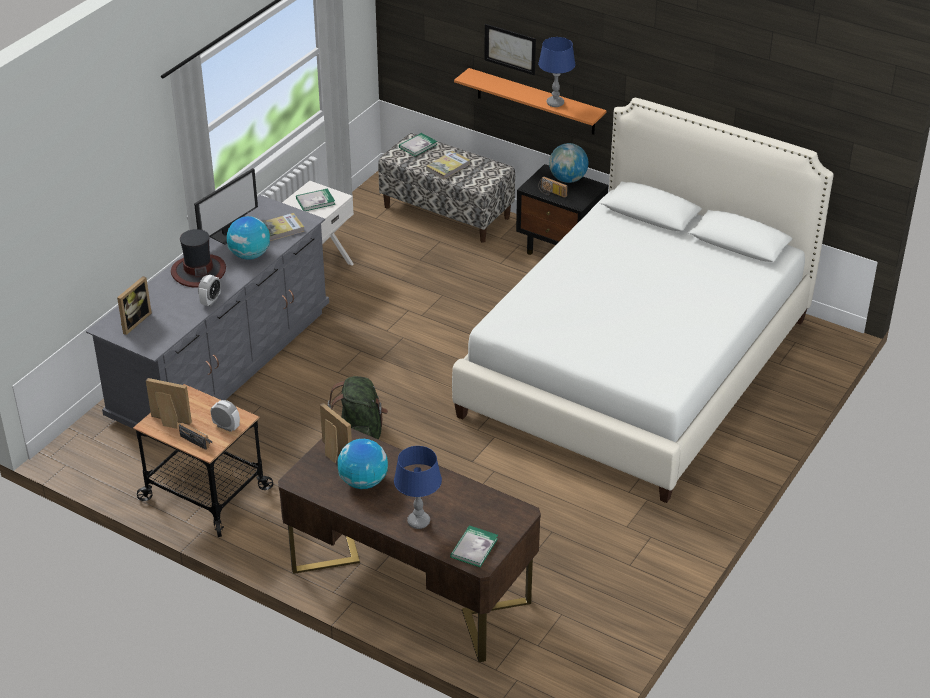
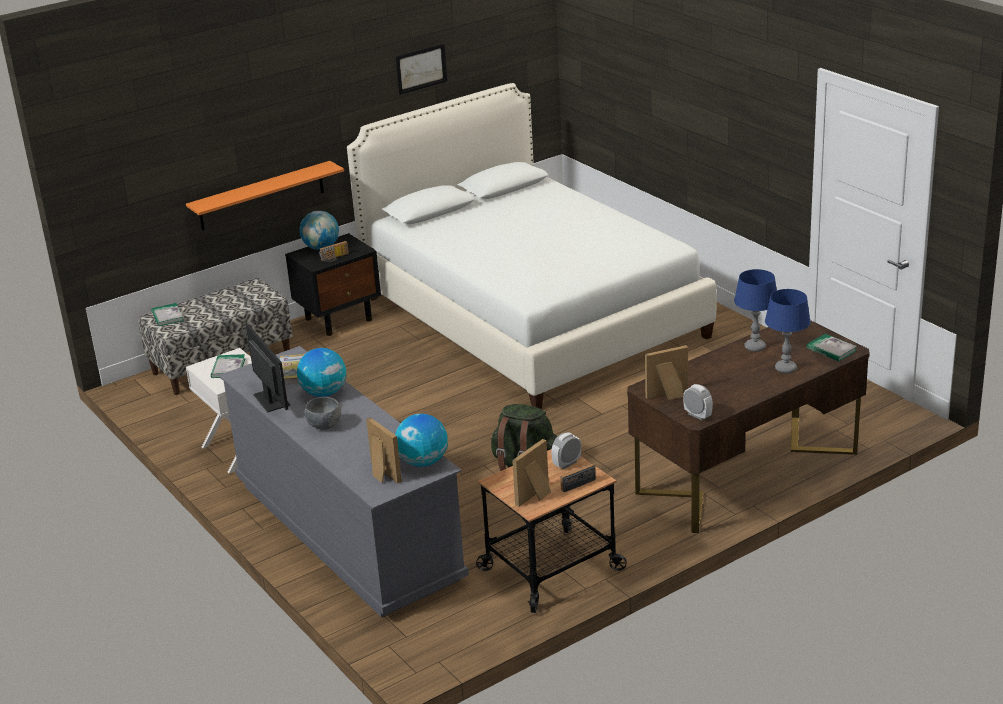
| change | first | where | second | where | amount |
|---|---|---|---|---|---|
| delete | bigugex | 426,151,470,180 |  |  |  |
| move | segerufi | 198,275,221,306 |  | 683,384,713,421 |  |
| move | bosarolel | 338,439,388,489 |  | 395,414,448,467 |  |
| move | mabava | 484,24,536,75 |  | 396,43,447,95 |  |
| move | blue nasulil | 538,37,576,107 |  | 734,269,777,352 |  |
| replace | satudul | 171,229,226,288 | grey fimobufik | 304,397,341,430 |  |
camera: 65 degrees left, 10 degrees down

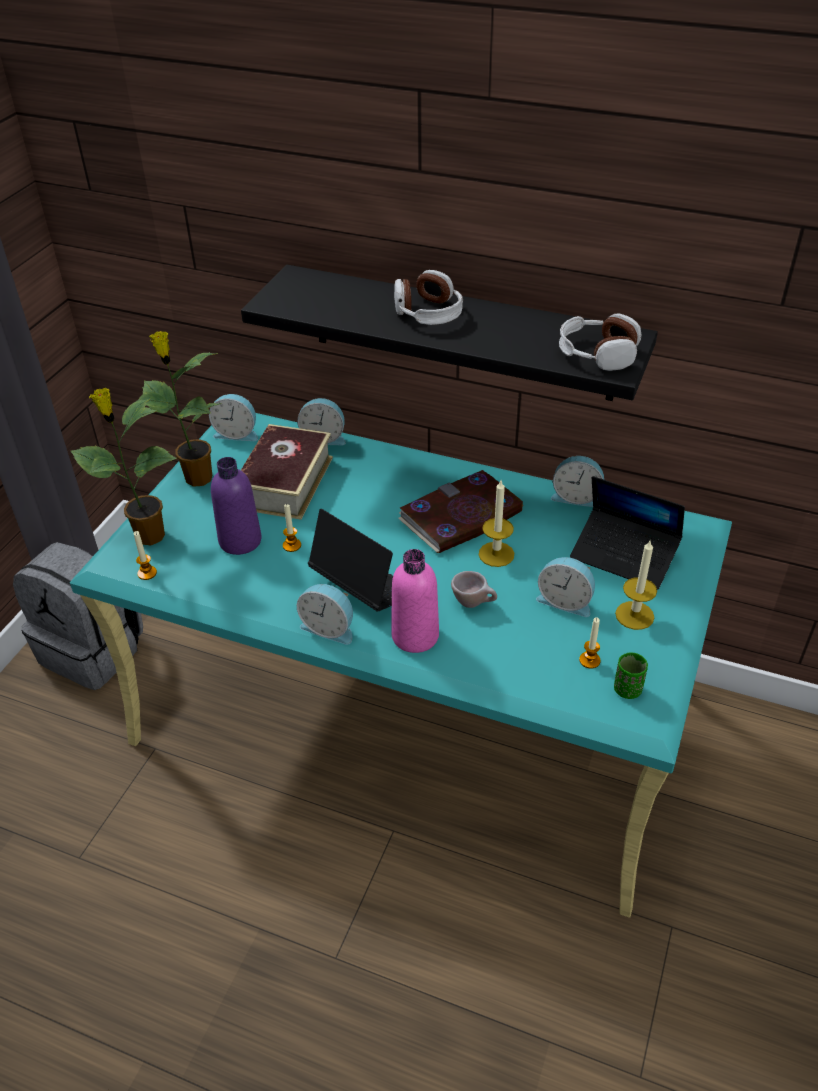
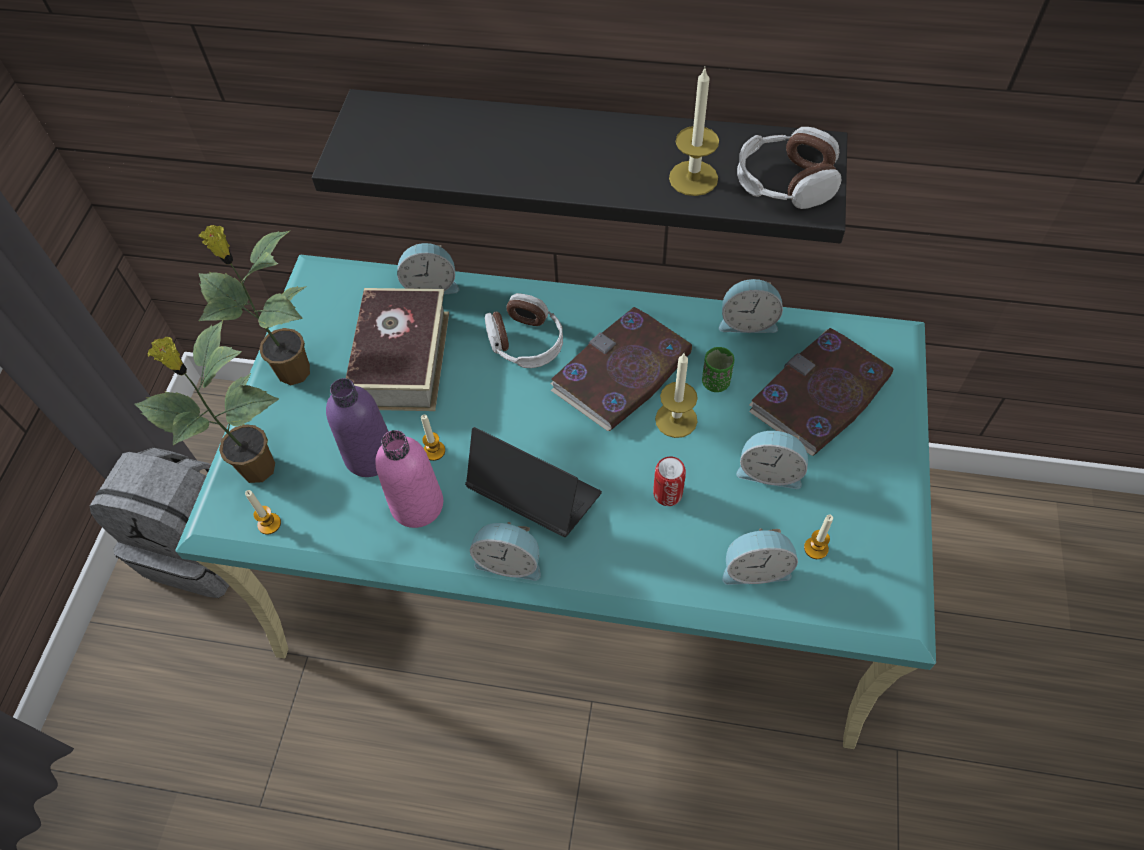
| change | first | where | second | where | amount |
|---|---|---|---|---|---|
| move | segerufi | 209,394,258,441 |  | 722,528,798,585 |  |
| move | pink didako | 391,549,439,653 |  | 375,430,443,528 |  |
| move | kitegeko | 394,270,463,325 |  | 485,293,563,368 |  |
| move | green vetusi | 614,652,648,699 |  | 702,347,734,392 |  |
| move | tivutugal | 615,541,657,630 |  | 669,68,719,196 |  |
| replace | beige vetusi | 451,571,497,608 | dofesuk | 653,457,686,506 |  |
| replace | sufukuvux | 570,476,685,590 | bigugex | 749,328,893,456 |  |
camera: 10 degrees left, 15 degrees up

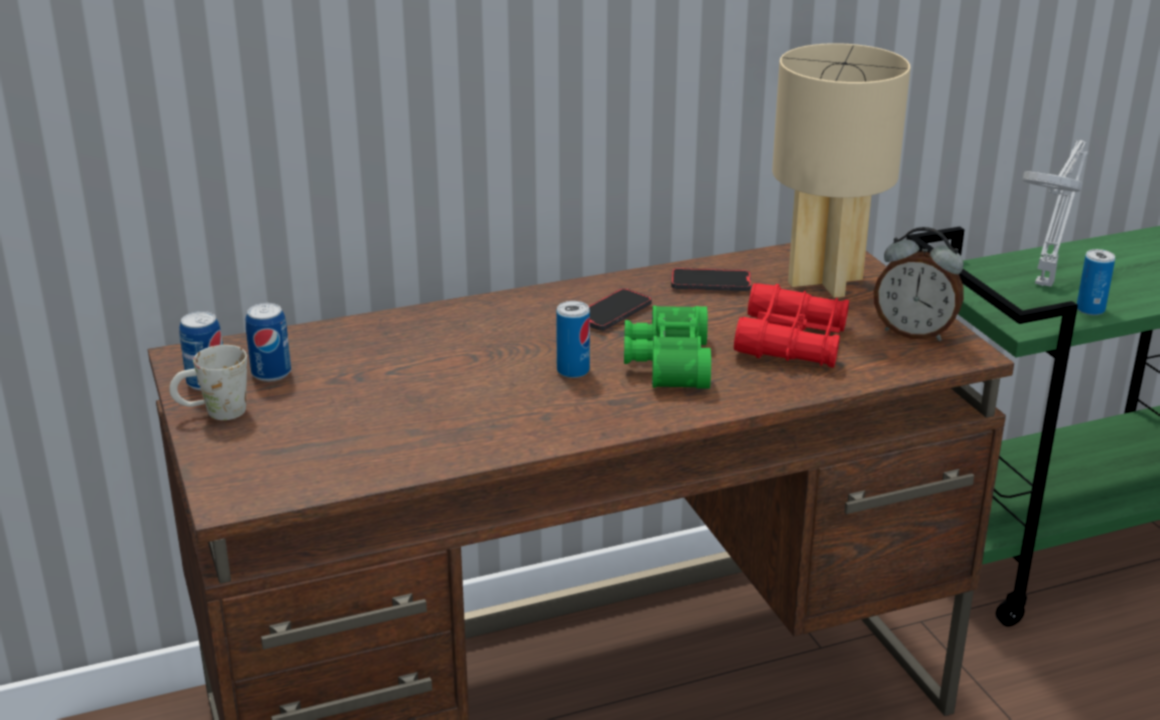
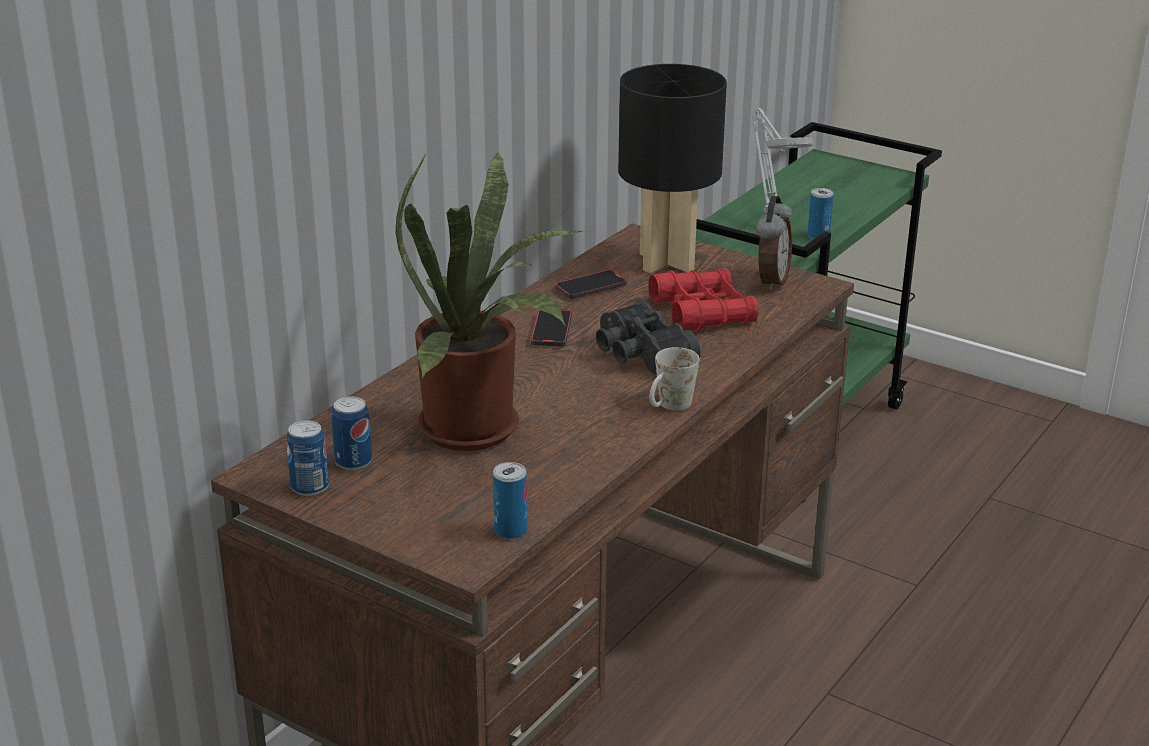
| change | first | where | second | where | amount |
|---|---|---|---|---|---|
| insert |  |  | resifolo | 396,153,585,451 |  |
| move | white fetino | 169,345,247,420 |  | 649,347,700,411 |  |
| move | dofesuk | 556,301,590,378 |  | 493,462,527,539 |  |
| recolor | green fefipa | 624,305,711,389 | black fefipa | 596,302,701,375 |  |
| recolor | beige nasulil | 772,43,911,298 | black nasulil | 618,64,727,273 |  |
| rotate | segerufi | 874,227,964,341 |  | 756,196,793,291 | 60 degrees counterclockwise |
camera: 35 degrees left, 0 degrees up

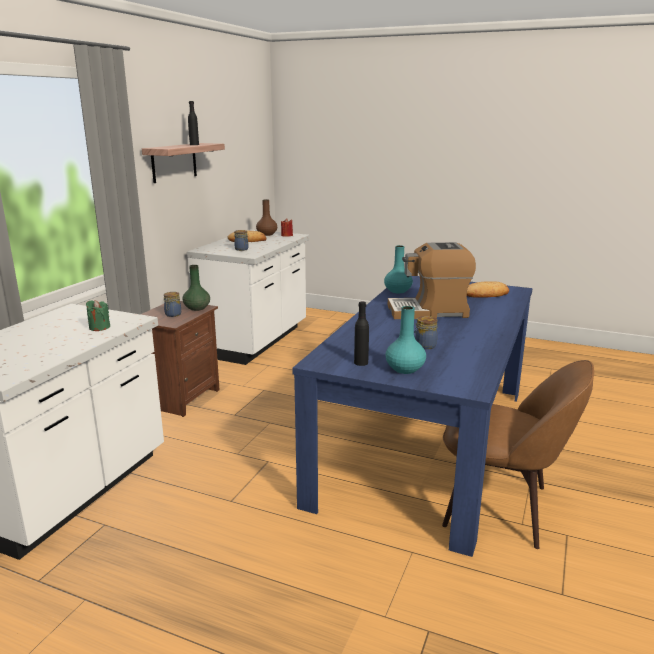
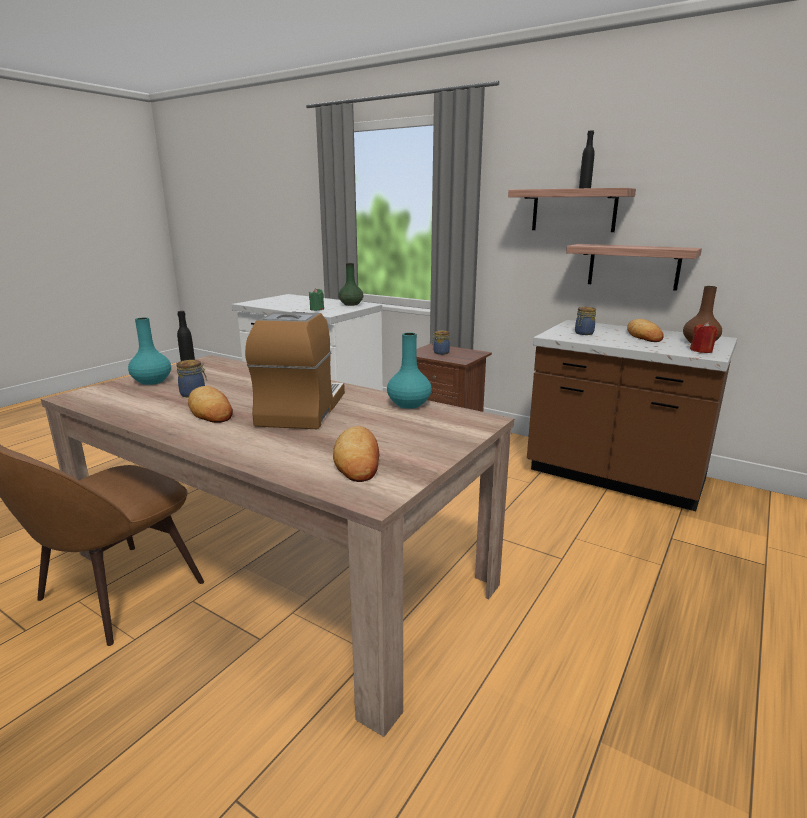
| change | first | where | second | where | amount |
|---|---|---|---|---|---|
| insert |  |  | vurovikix | 188,386,233,423 |  |
| insert |  |  | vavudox | 566,244,702,291 |  |
| move | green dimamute | 182,265,210,311 |  | 338,263,363,306 |  |
| recolor | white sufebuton | 187,230,310,365 | brown sufebuton | 527,320,737,511 |  |
| recolor | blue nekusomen | 292,276,533,557 | beige nekusomen | 41,355,514,737 |  |
camera: 100 degrees right, 0 degrees up

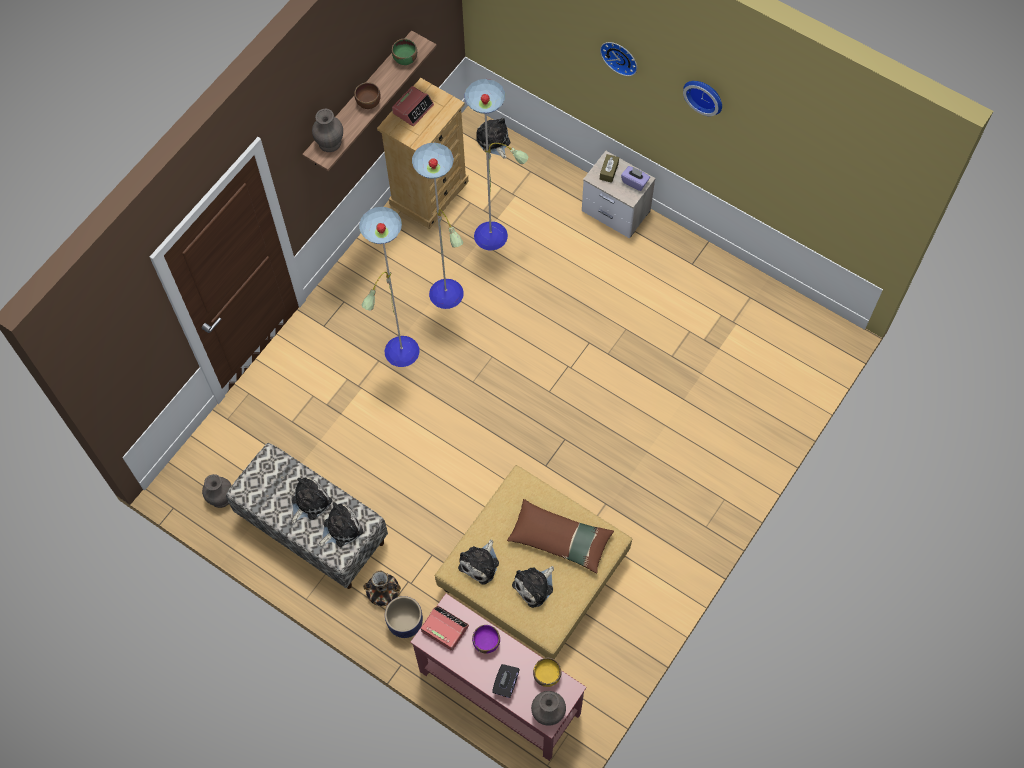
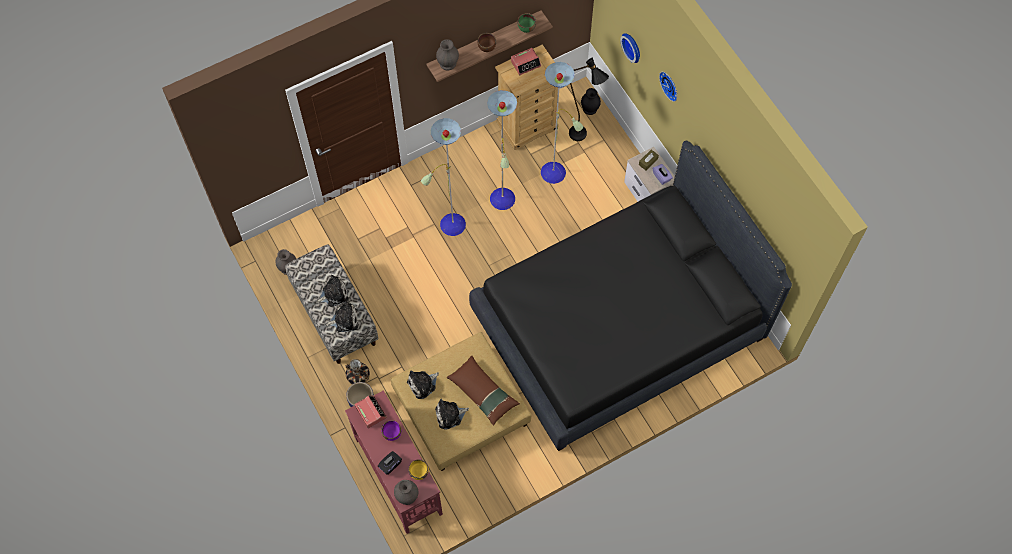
| change | first | where | second | where | amount |
|---|---|---|---|---|---|
| insert |  |  | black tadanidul | 469,141,792,451 |  |
| insert |  |  | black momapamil | 569,57,609,141 |  |
| move | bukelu | 683,81,722,116 |  | 620,33,640,63 |  |
| replace | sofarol | 476,118,510,159 | black dimamute | 581,88,601,115 |  |
camera: 25 degrees right, 0 degrees up

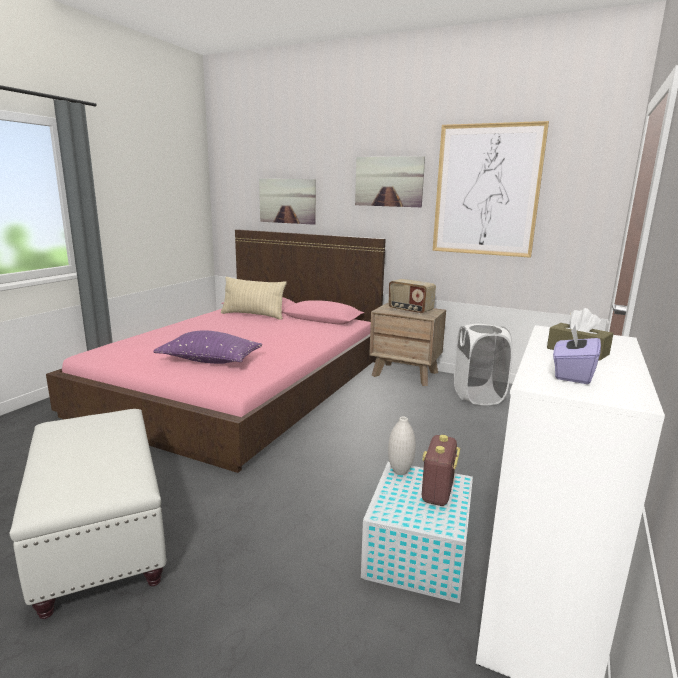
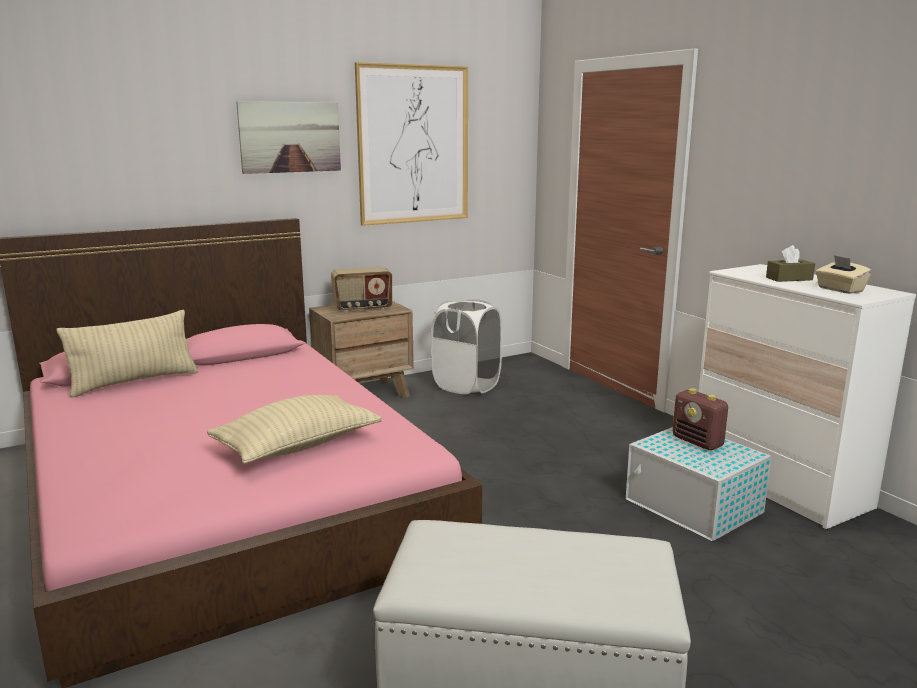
| change | first | where | second | where | amount |
|---|---|---|---|---|---|
| delete | mabava | 259,179,316,225 |  |  |  |
| delete | white dimamute | 388,417,416,475 |  |  |  |
| recolor | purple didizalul | 153,331,262,364 | beige didizalul | 207,395,382,464 |  |
| recolor | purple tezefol | 553,326,601,384 | beige tezefol | 816,255,872,294 |  |
camera: 55 degrees left, 0 degrees up

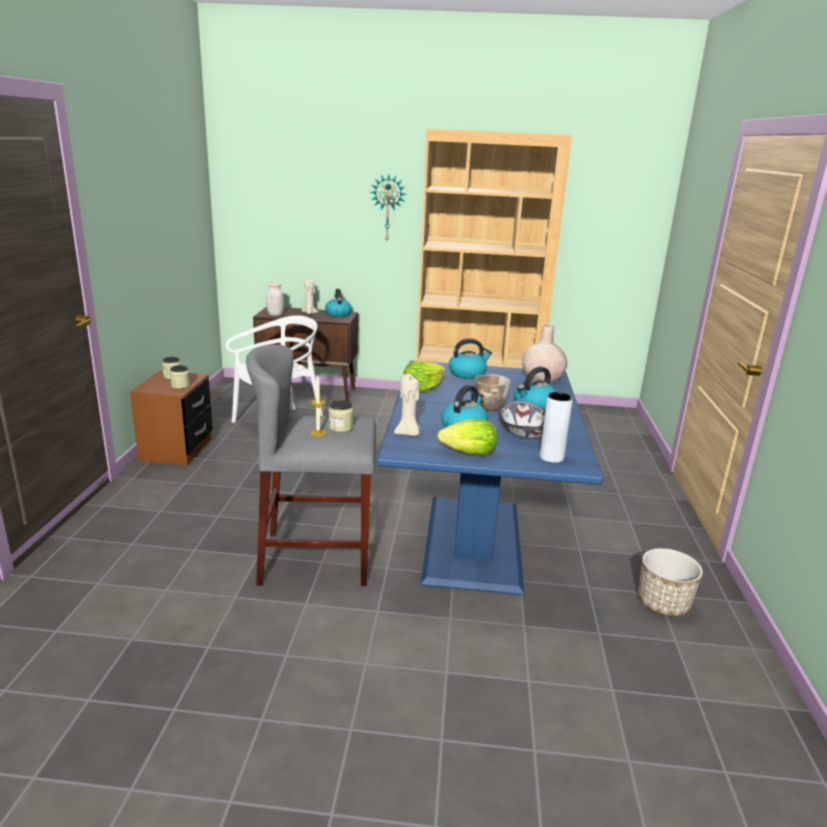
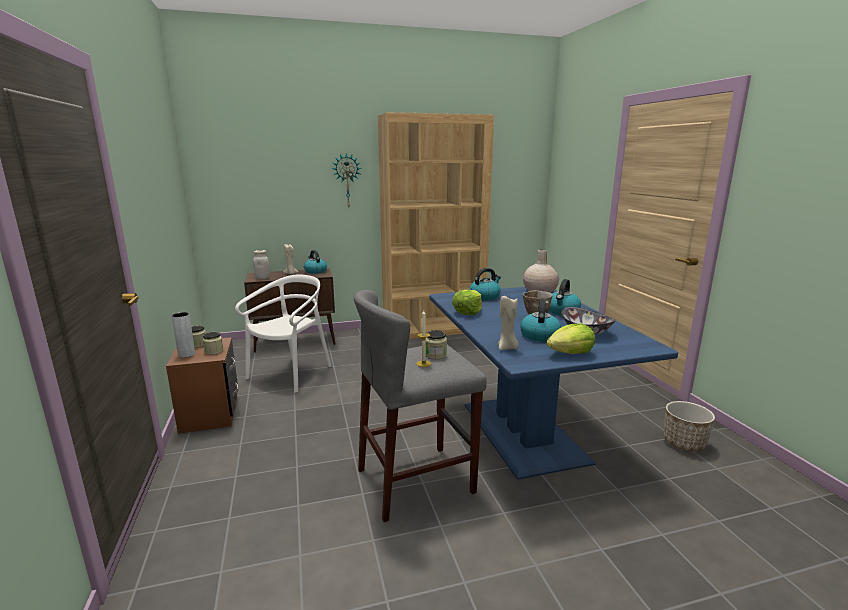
| change | first | where | second | where | amount |
|---|---|---|---|---|---|
| move | grey dimamute | 540,392,573,463 |  | 171,312,195,358 |  |
camera: 20 degrees left, 5 degrees down

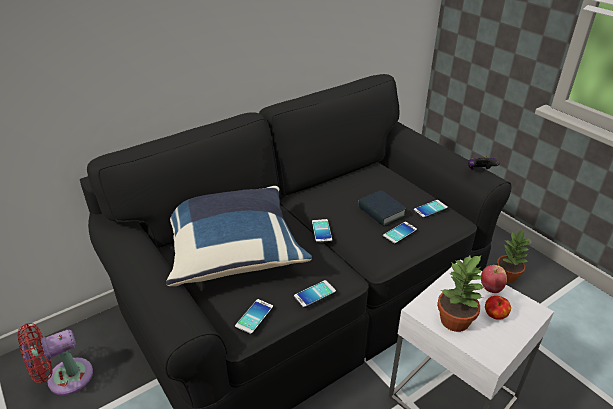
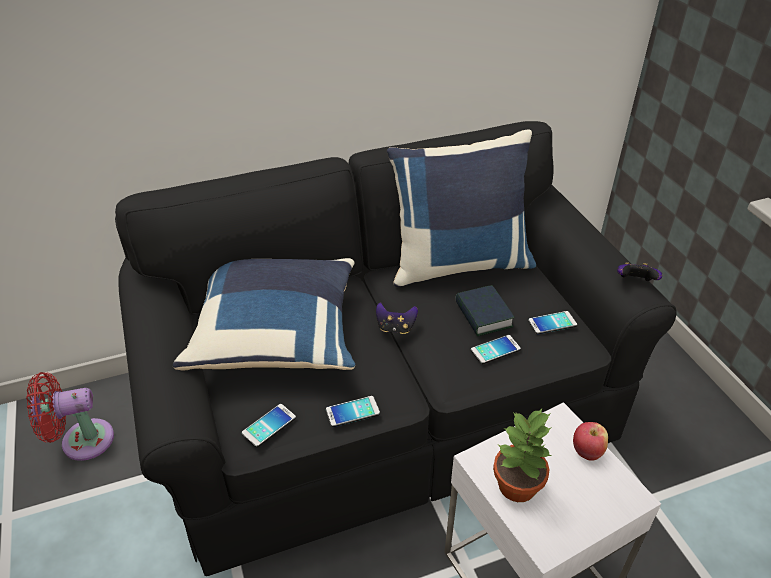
| change | first | where | second | where | amount |
|---|---|---|---|---|---|
| delete | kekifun | 485,296,511,320 |  |  |  |
| delete | resifolo | 496,230,531,283 |  |  |  |
| insert |  |  | blue didizalul | 387,129,536,287 |  |
| replace | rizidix | 312,219,332,243 | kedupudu | 376,302,418,334 |  |
camera: 15 degrees right, 5 degrees up

